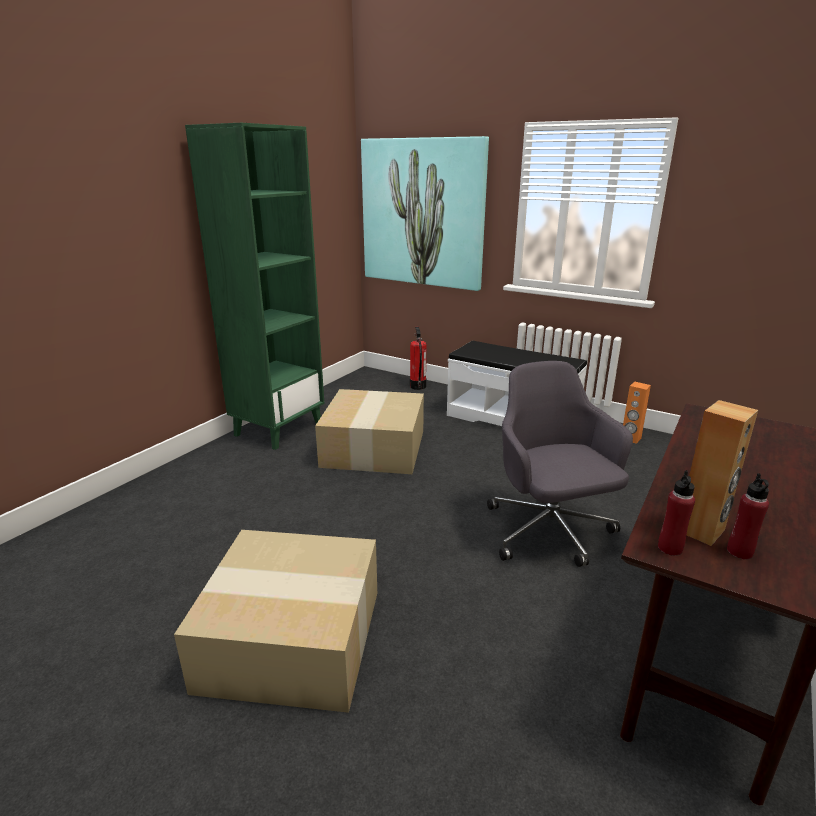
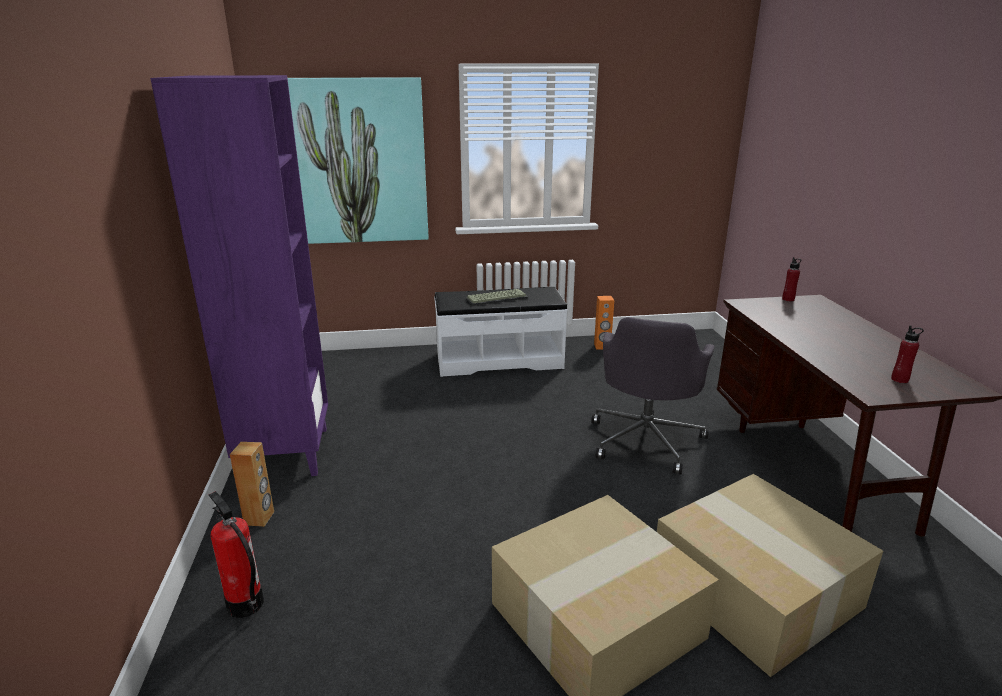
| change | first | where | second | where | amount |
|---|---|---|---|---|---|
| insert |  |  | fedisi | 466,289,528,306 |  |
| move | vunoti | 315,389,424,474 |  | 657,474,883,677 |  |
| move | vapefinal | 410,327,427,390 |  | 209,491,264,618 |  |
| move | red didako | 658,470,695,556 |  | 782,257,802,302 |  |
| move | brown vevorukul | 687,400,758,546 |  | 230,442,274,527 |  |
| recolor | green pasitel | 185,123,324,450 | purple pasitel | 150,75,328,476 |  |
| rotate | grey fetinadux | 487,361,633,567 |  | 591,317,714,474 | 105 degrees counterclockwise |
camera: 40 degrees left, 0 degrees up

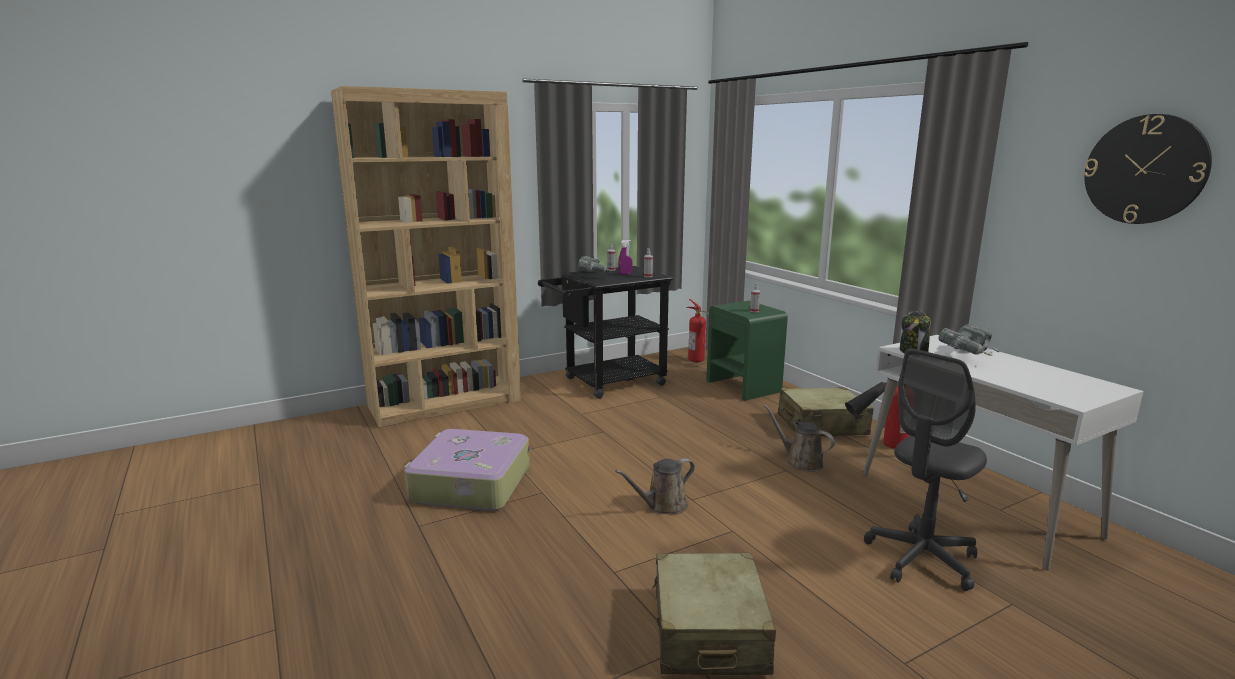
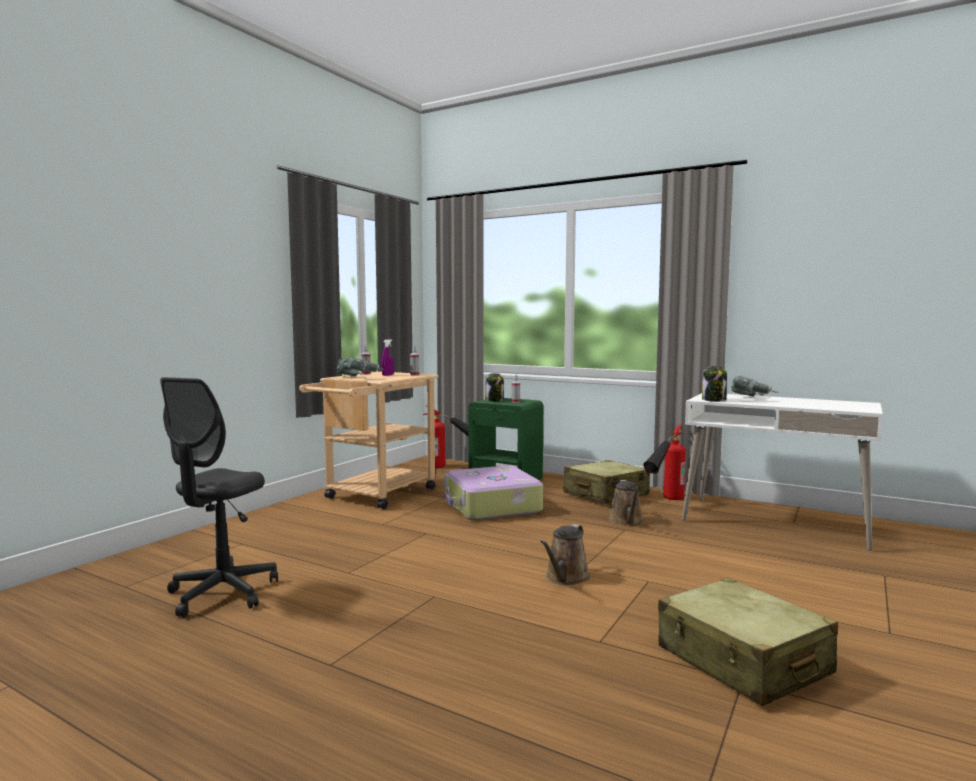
| change | first | where | second | where | amount |
|---|---|---|---|---|---|
| delete | brown pasitel | 331,86,521,427 |  |  |  |
| delete | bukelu | 1084,114,1212,224 |  |  |  |
| insert |  |  | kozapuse | 485,373,504,401 |  |
| move | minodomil | 404,429,530,511 |  | 445,465,543,520 |  |
| move | grey fetinadux | 864,348,987,591 |  | 160,377,278,617 |  |
| recolor | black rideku | 538,266,673,399 | beige rideku | 299,372,438,509 |  |
| rotate | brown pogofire | 764,405,835,471 |  | 609,480,644,526 | 105 degrees counterclockwise |
camera: 30 degrees left, 10 degrees down

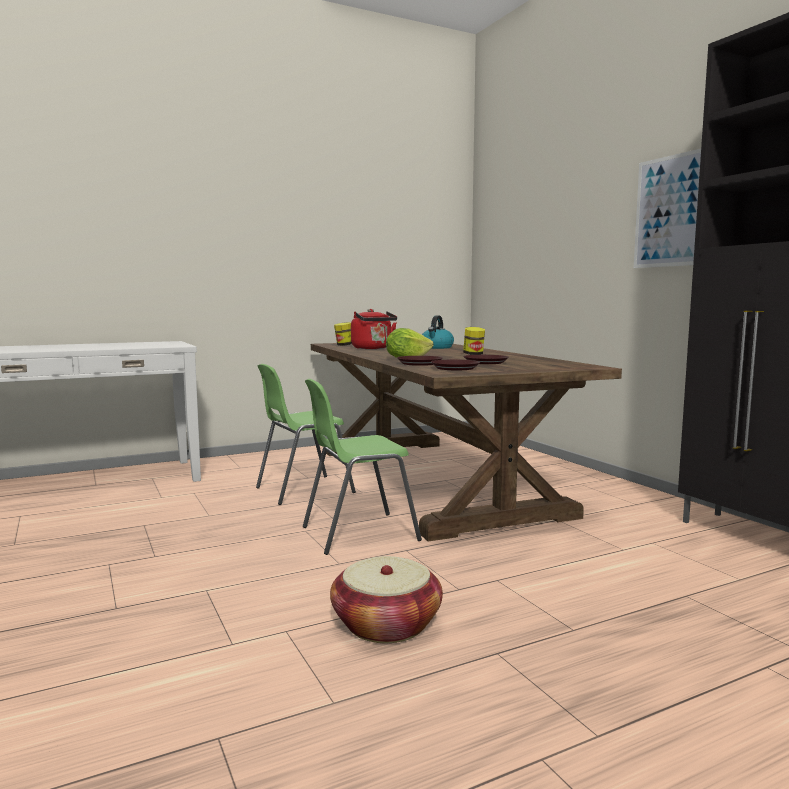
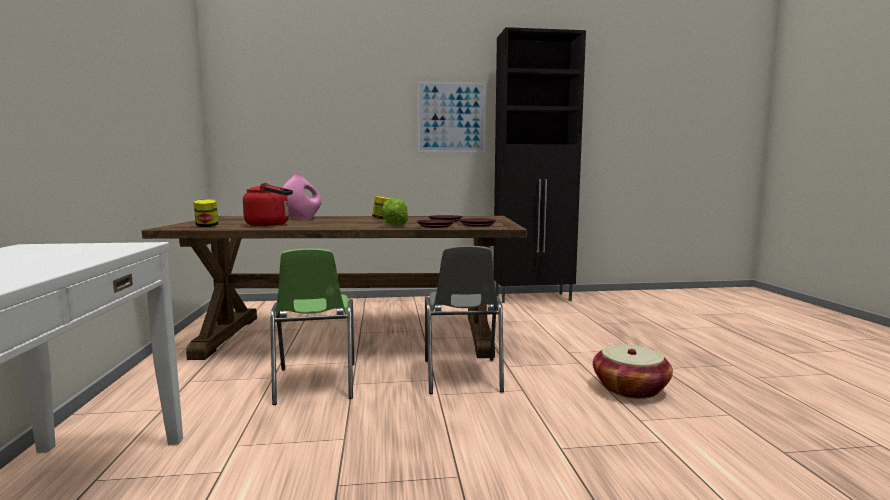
| change | first | where | second | where | amount |
|---|---|---|---|---|---|
| replace | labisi | 422,315,454,349 | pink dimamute | 283,173,322,220 |  |
| recolor | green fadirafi | 303,379,422,555 | grey fadirafi | 425,246,504,394 |  |
camera: 70 degrees left, 0 degrees up

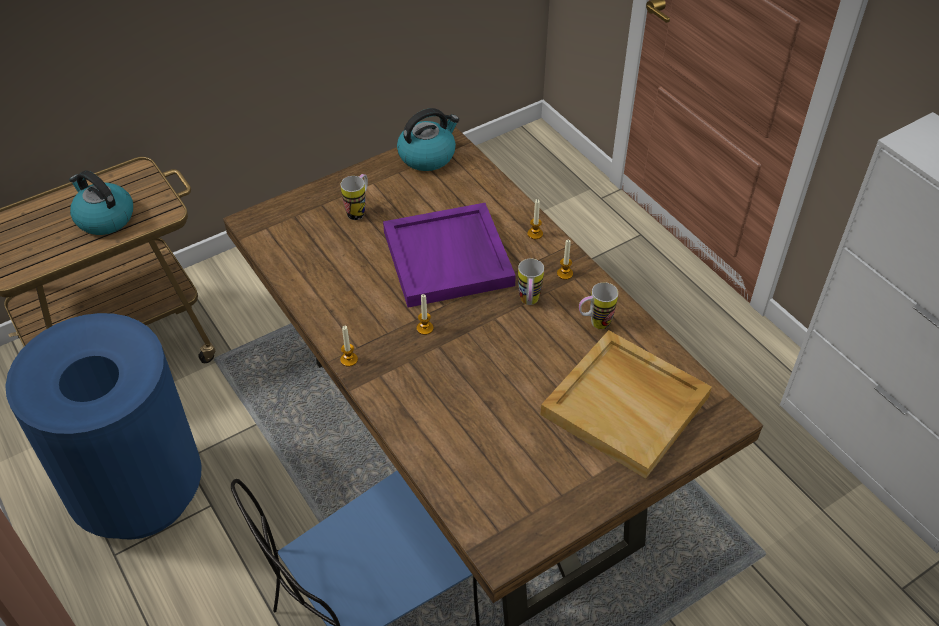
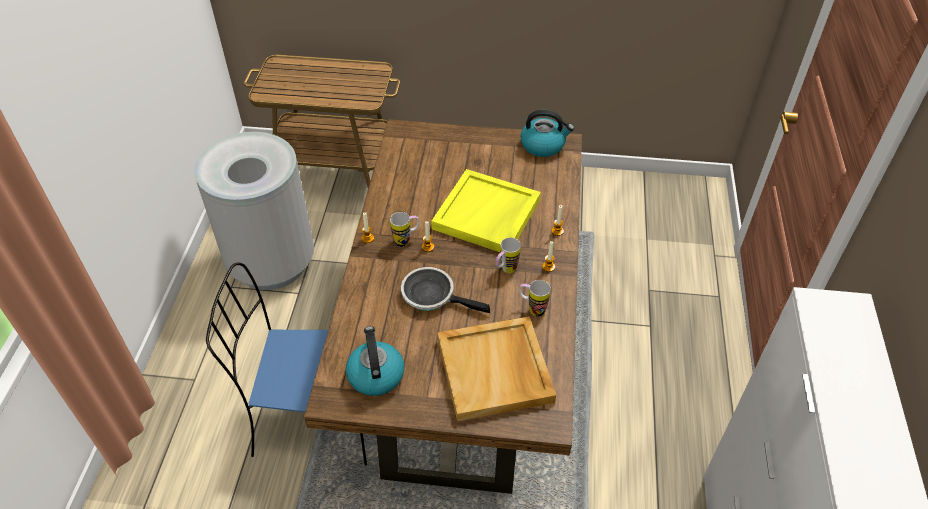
| change | first | where | second | where | amount |
|---|---|---|---|---|---|
| insert |  |  | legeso | 401,267,490,313 |  |
| move | labisi | 69,170,133,235 |  | 346,326,404,396 |  |
| move | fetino | 341,174,368,220 |  | 390,212,419,247 |  |
| recolor | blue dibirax | 5,313,201,540 | grey dibirax | 194,132,314,290 |  |
| recolor | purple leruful | 383,203,516,308 | yellow leruful | 431,169,541,252 |  |
camera: 40 degrees right, 0 degrees up

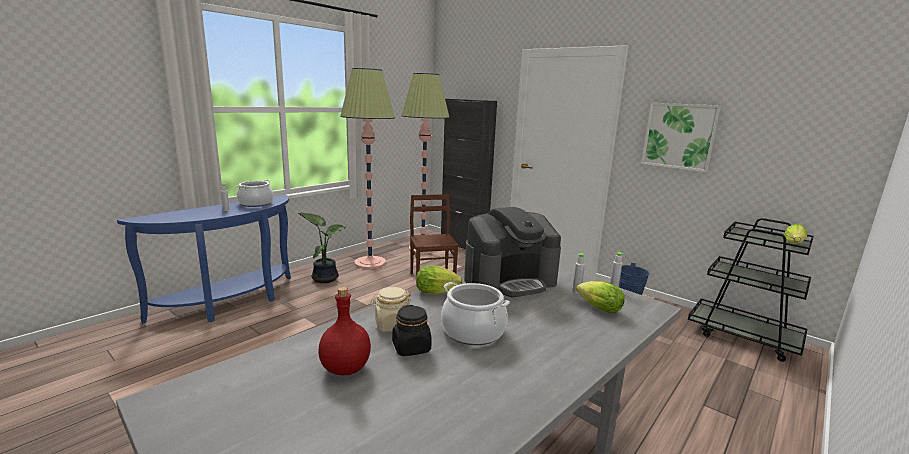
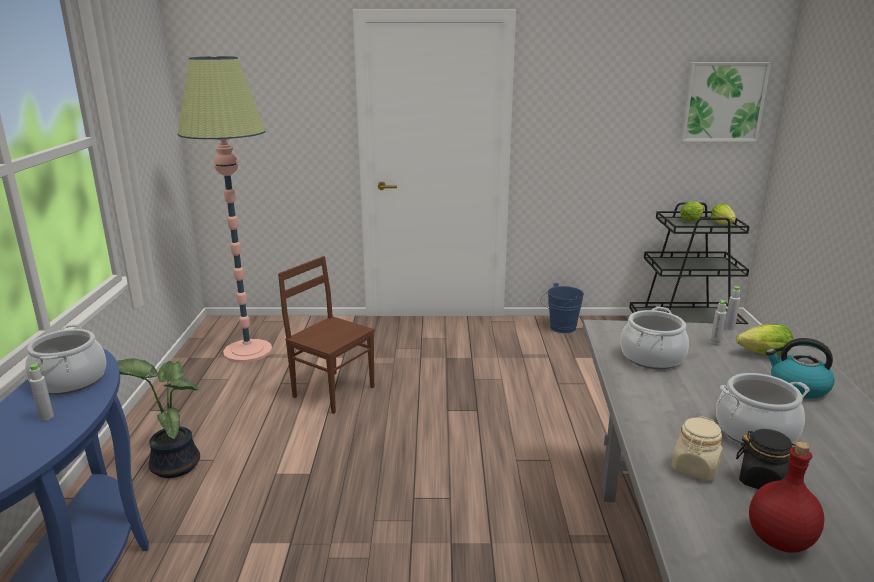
| change | first | where | second | where | amount |
|---|---|---|---|---|---|
| delete | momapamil | 340,68,395,269 |  |  |  |
| delete | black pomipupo | 441,99,497,249 |  |  |  |
| insert |  |  | labisi | 765,338,835,399 |  |
| move | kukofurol | 416,265,463,294 |  | 680,201,704,222 |  |
| move | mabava | 641,103,721,172 |  | 680,62,771,142 |  |
| replace | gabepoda | 464,207,561,297 | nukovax | 620,307,689,369 |  |
camera: 40 degrees left, 5 degrees up

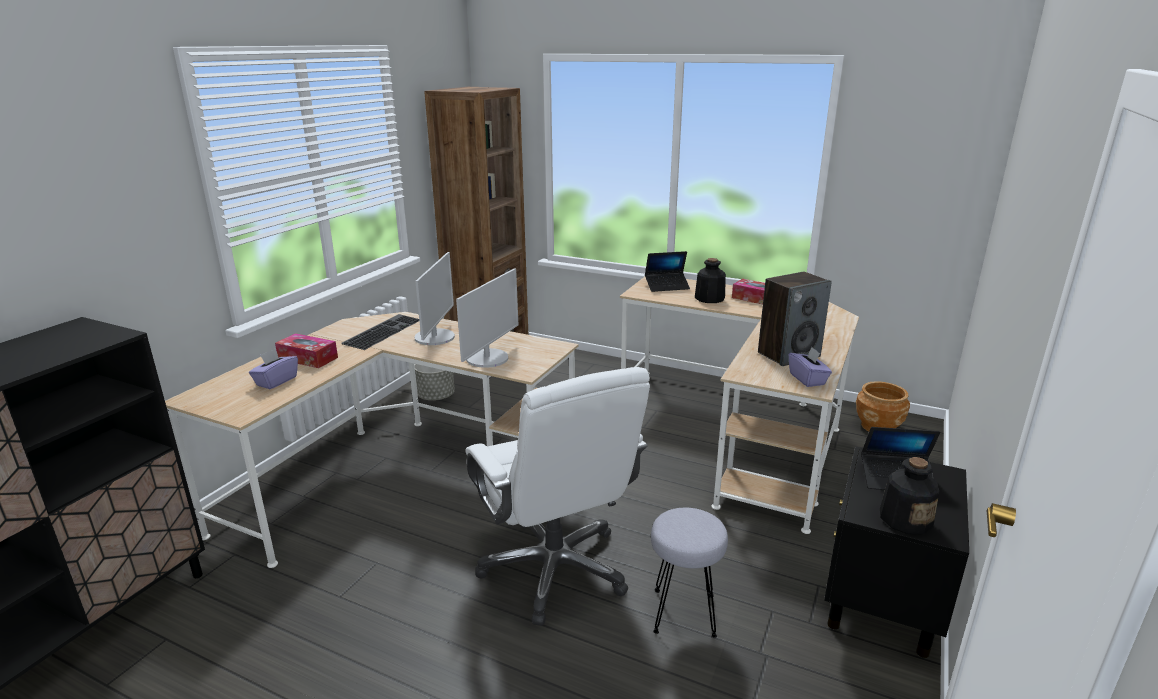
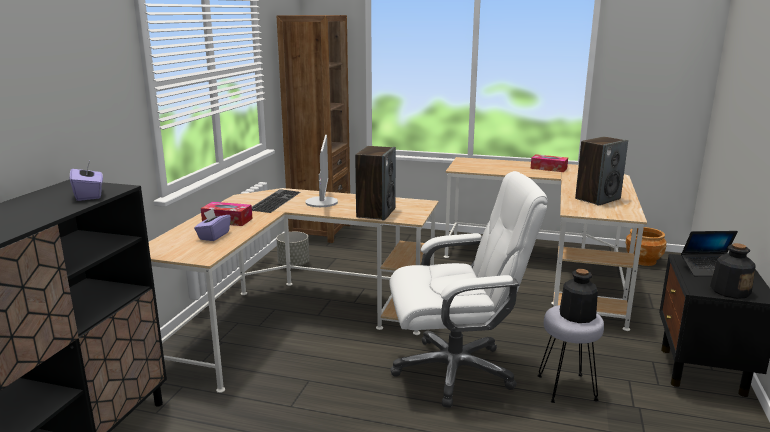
| change | first | where | second | where | amount |
|---|---|---|---|---|---|
| delete | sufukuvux | 645,251,690,292 |  |  |  |
| move | didako | 695,258,726,303 |  | 560,269,598,323 |  |
| move | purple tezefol | 789,347,832,387 |  | 70,161,103,201 |  |
| replace | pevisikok | 456,268,518,368 | vevorukul | 355,146,396,220 |  |
| rotate | white fetinadux | 465,367,650,626 |  | 389,171,548,408 | 60 degrees counterclockwise |
camera: 10 degrees left, 5 degrees down

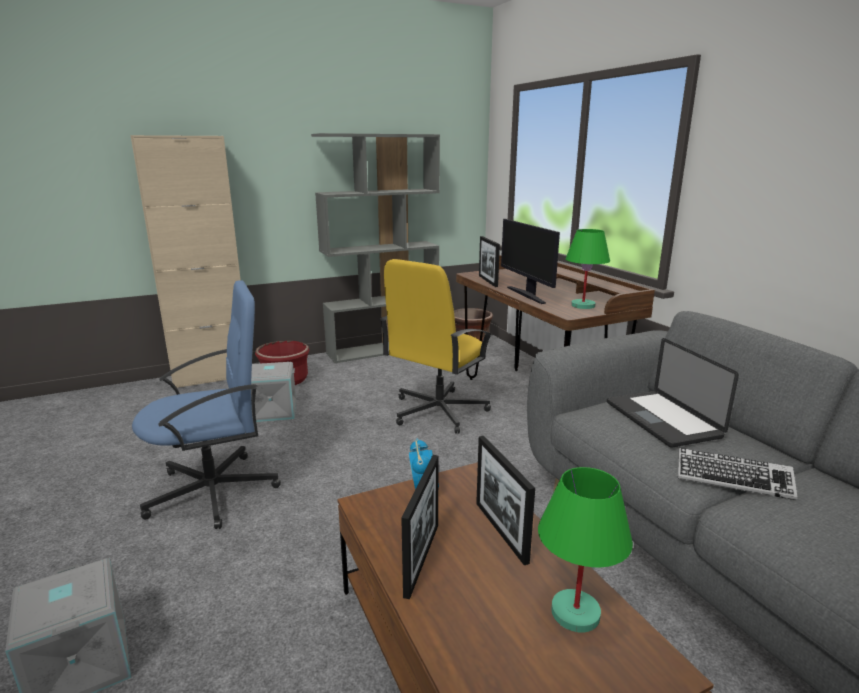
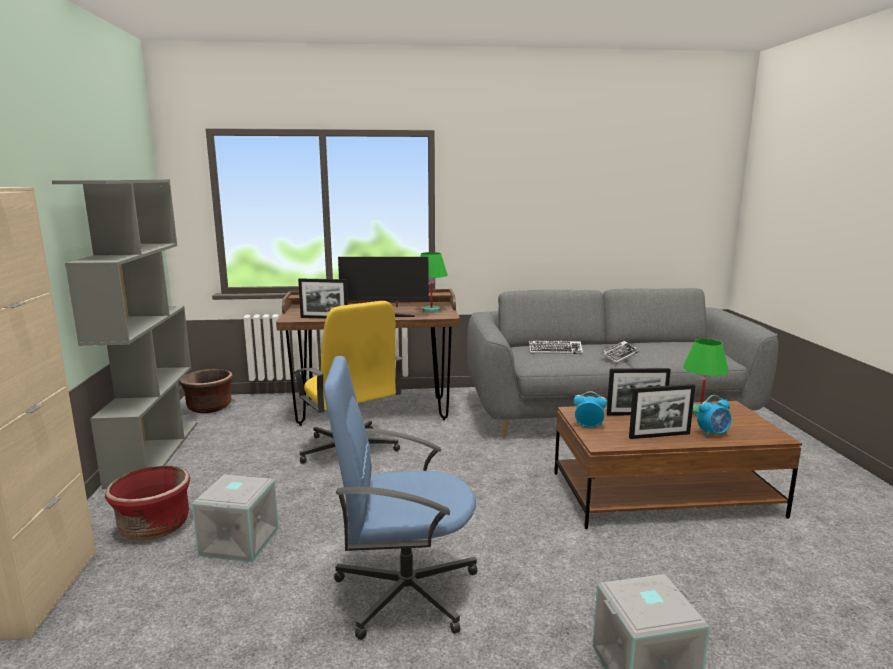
| change | first | where | second | where | amount |
|---|---|---|---|---|---|
| insert |  |  | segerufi | 697,395,731,438 |  |
| replace | sufukuvux | 607,338,739,447 | fedisi | 529,340,583,354 |  |
| rotate | blue fetinadux | 132,280,281,529 |  | 324,356,478,640 | 90 degrees counterclockwise |
| rotate | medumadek | 401,455,439,599 |  | 629,384,695,439 | 135 degrees clockwise |
camera: 70 degrees left, 5 degrees down

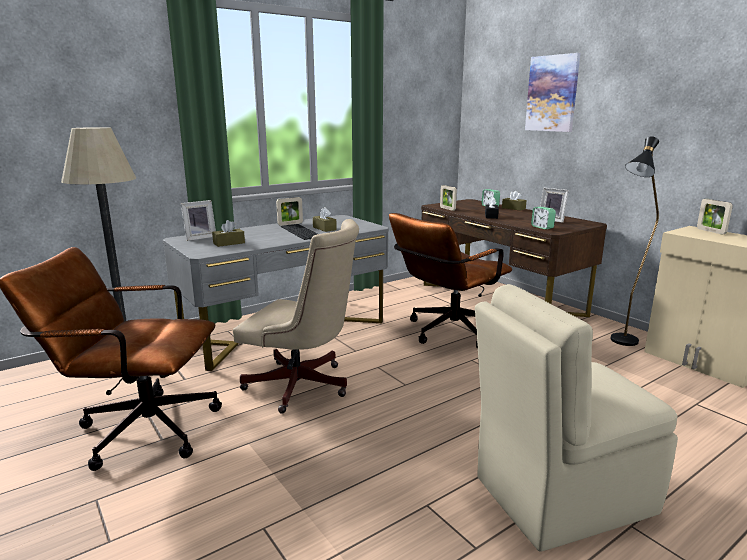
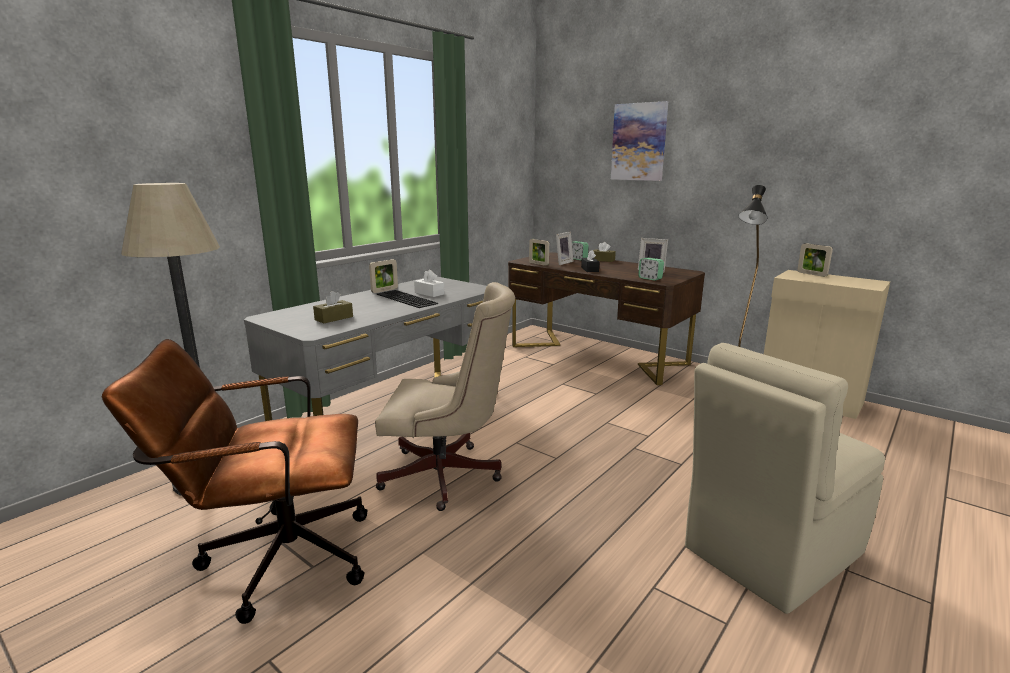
| change | first | where | second | where | amount |
|---|---|---|---|---|---|
| delete | brown fetinadux | 389,213,512,348 |  |  |  |
| move | medumadek | 181,200,216,241 |  | 556,232,574,265 |  |
| recolor | brown tezefol | 313,208,337,232 | white tezefol | 414,270,444,297 |  |
camera: 15 degrees left, 0 degrees up

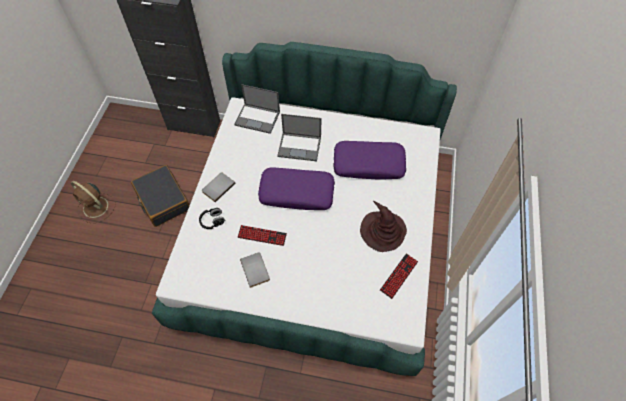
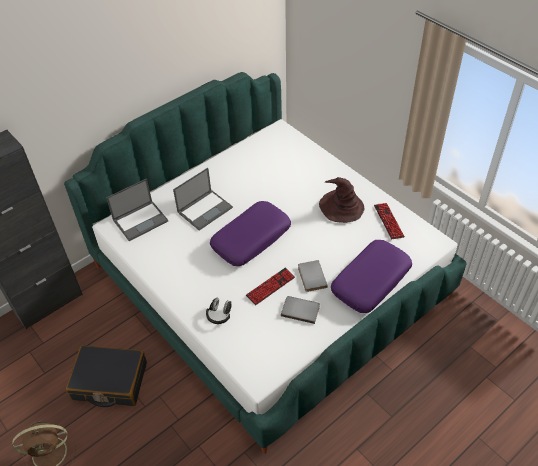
| change | first | where | second | where | amount |
|---|---|---|---|---|---|
| move | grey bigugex | 202,172,235,202 |  | 298,260,328,292 |  |
| move | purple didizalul | 334,141,406,180 |  | 331,240,412,313 |  |
camera: 50 degrees left, 10 degrees down

